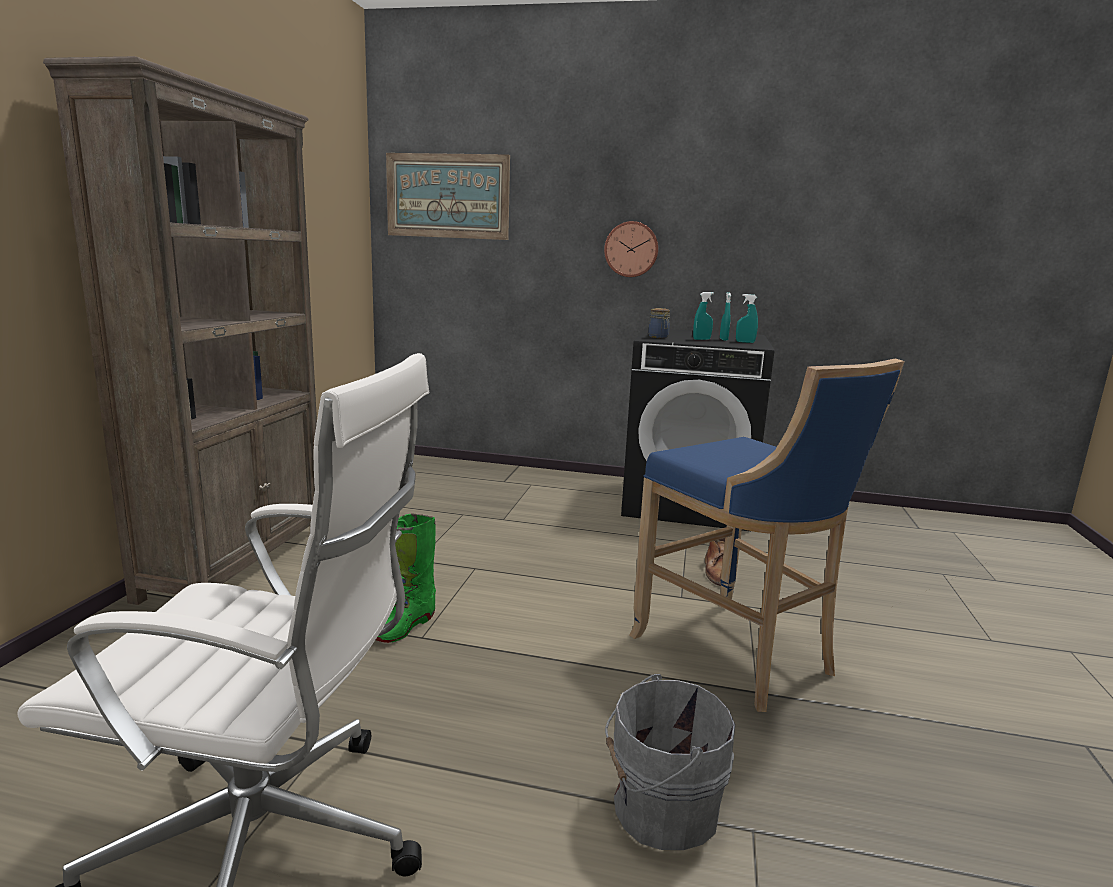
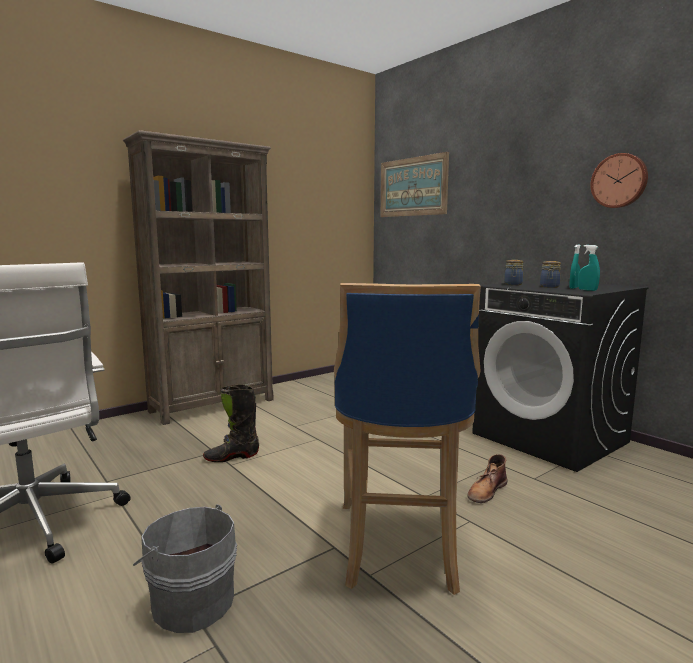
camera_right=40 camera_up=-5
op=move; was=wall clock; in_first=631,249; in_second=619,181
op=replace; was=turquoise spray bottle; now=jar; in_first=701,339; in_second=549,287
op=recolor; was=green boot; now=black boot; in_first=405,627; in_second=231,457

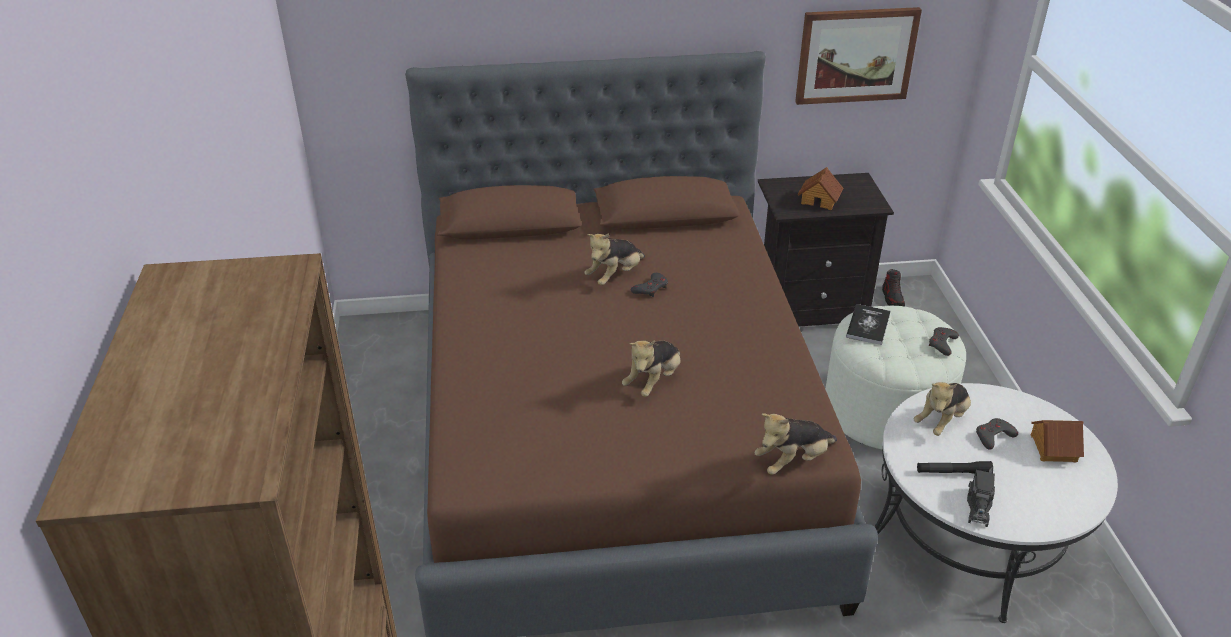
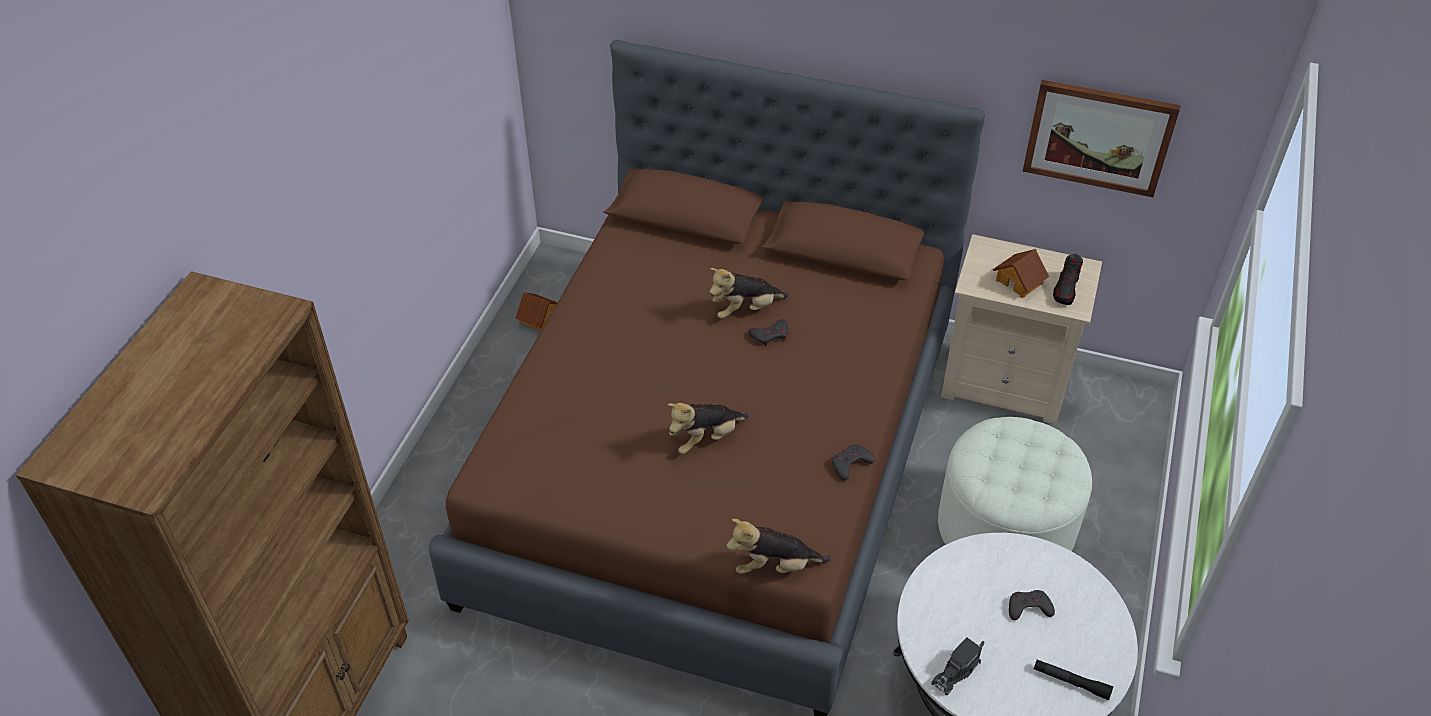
camera_right=25 camera_up=10
op=delete; was=book; in_first=868,325
op=delete; was=plush toy; in_first=941,420
op=move; was=shoe; in_first=892,298; in_second=1066,289
op=move; was=black flashlight; in_first=953,472; in_second=1071,682
op=move; was=grey game controller; in_first=942,343; in_second=850,464
op=move; was=toy house; in_first=1052,448; in_second=538,317
op=recolor; was=black nightstand; now=beige nightstand; in_first=809,308; in_second=1005,383

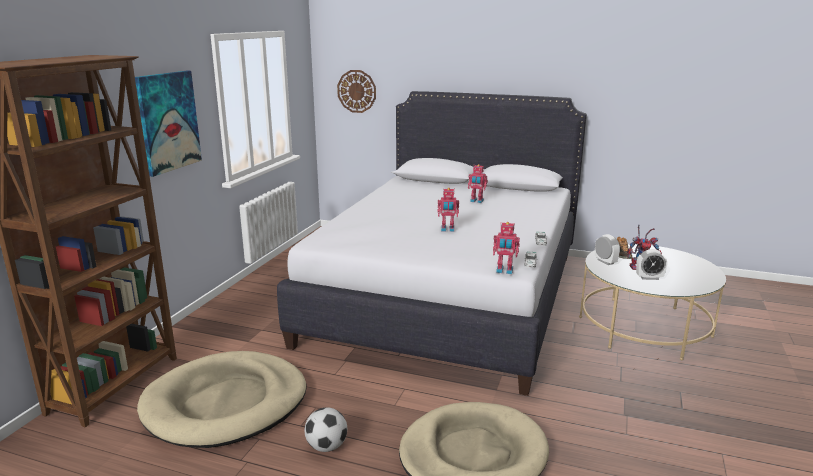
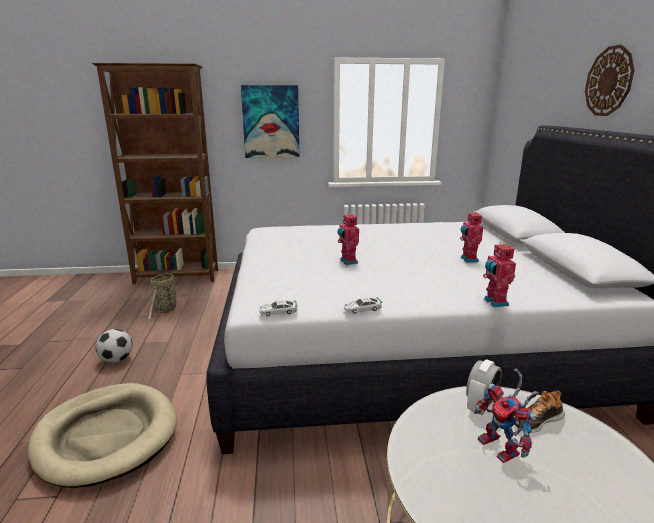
camera_right=65 camera_up=0
op=delete; was=alarm clock; in_first=649,278
op=move; was=wall clock; in_first=356,91; in_second=609,81
op=move; was=toy robot; in_first=504,271; in_second=494,302
op=replace; was=beige dog bed; now=basket; in_first=226,403; in_second=165,311

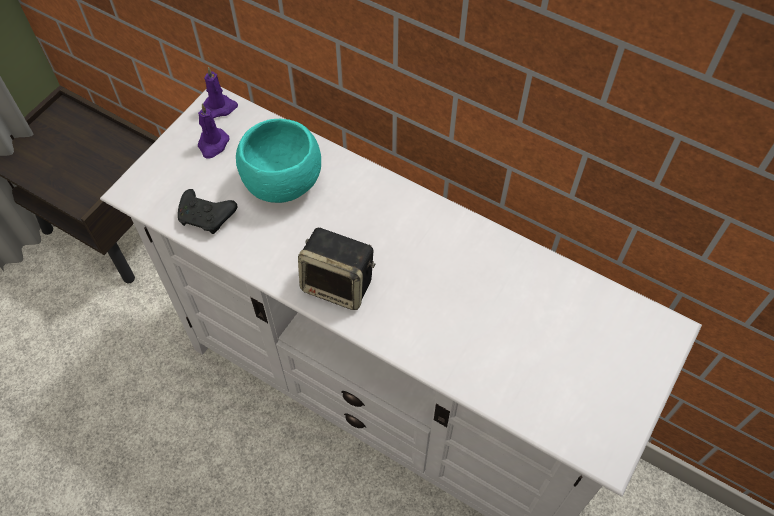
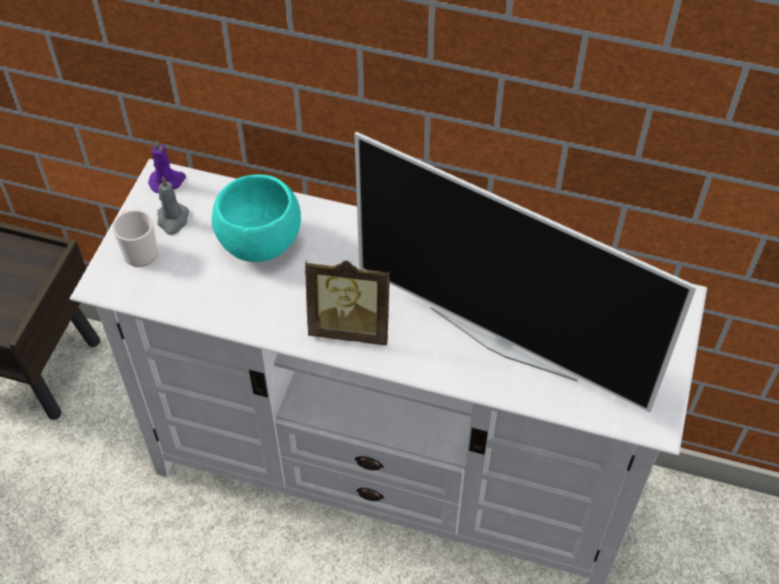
camera_right=-15 camera_up=-5
op=delete; was=black game controller; in_first=207,217
op=insert; now=mug; in_second=139,250
op=insert; now=television; in_second=503,341
op=replace; was=speaker; now=picture frame; in_first=339,284; in_second=350,327
op=recolor; was=purple candle; now=grey candle; in_first=213,144; in_second=173,220

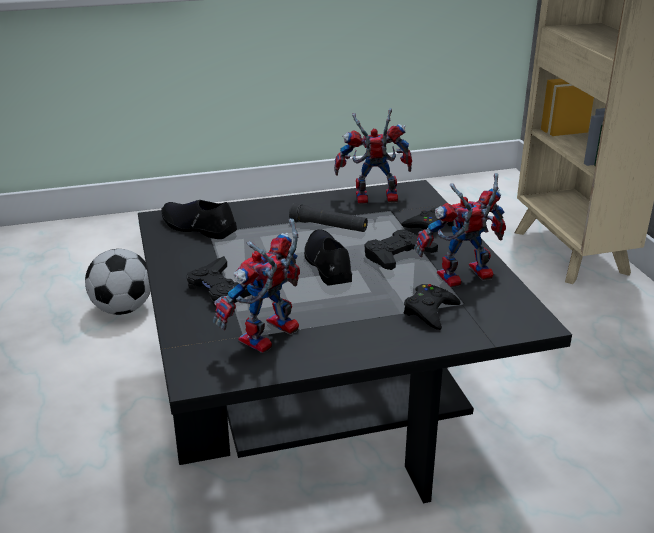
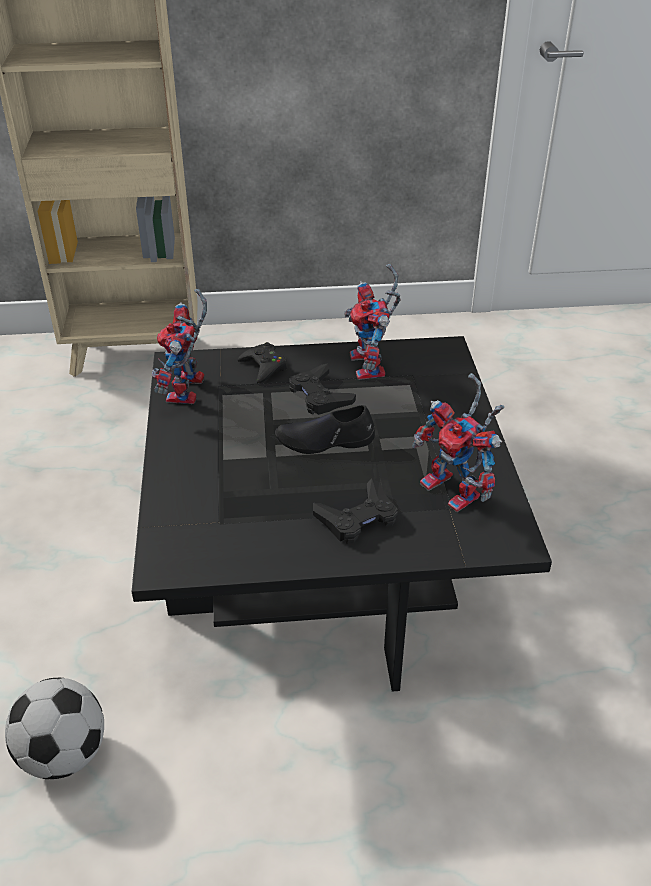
camera_right=-80 camera_up=10
op=delete; was=black shoe; in_first=198,227
op=delete; was=black flashlight; in_first=328,226
op=delete; was=black game controller; in_first=430,311

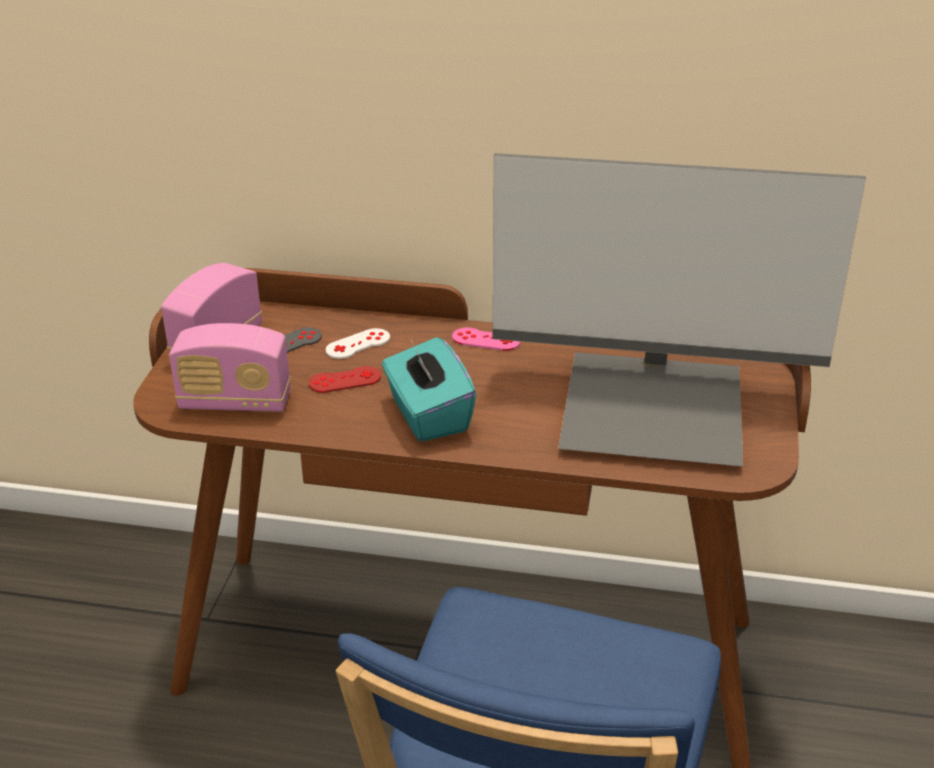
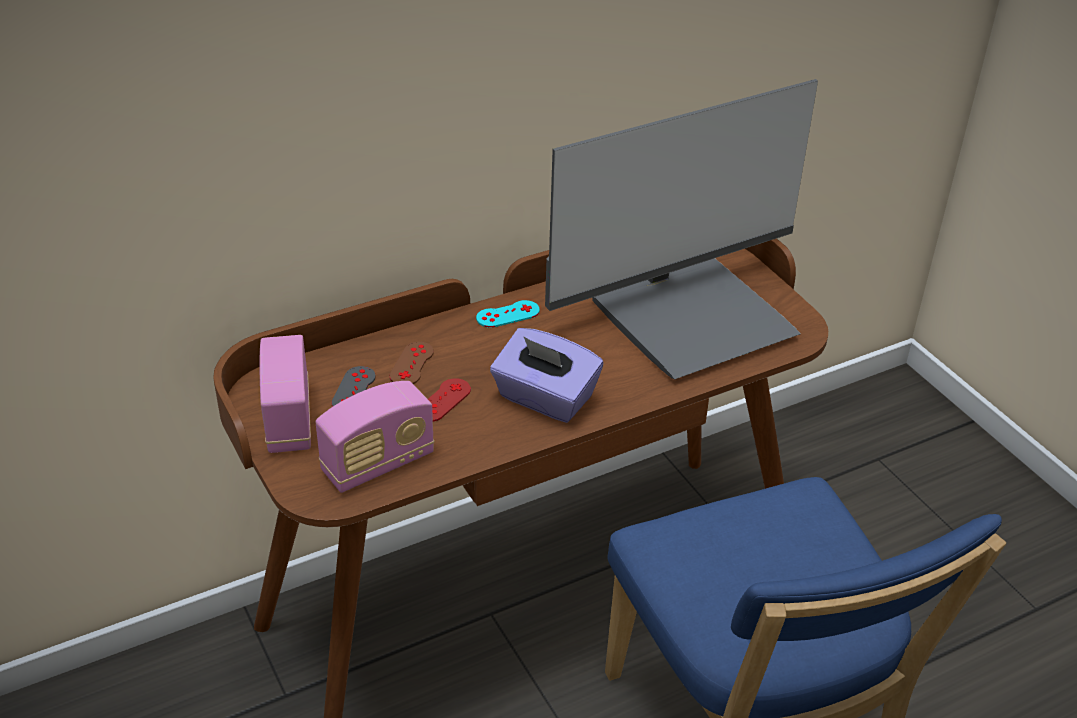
camera_right=-40 camera_up=5
op=recolor; was=white game controller; now=brown game controller; in_first=358,344; in_second=412,364
op=recolor; was=turquoise tissue box; now=purple tissue box; in_first=428,415; in_second=544,399
op=recolor; was=pink game controller; now=turquoise game controller; in_first=486,339; in_second=508,314

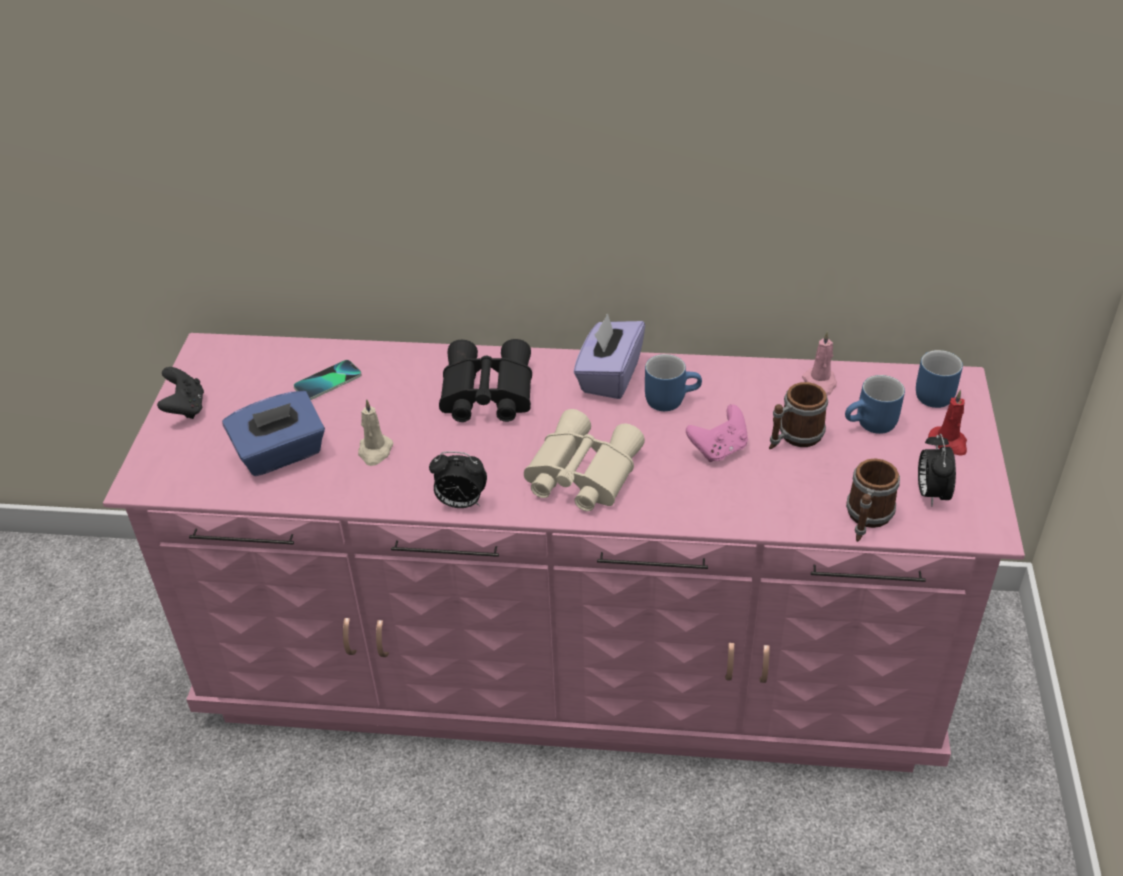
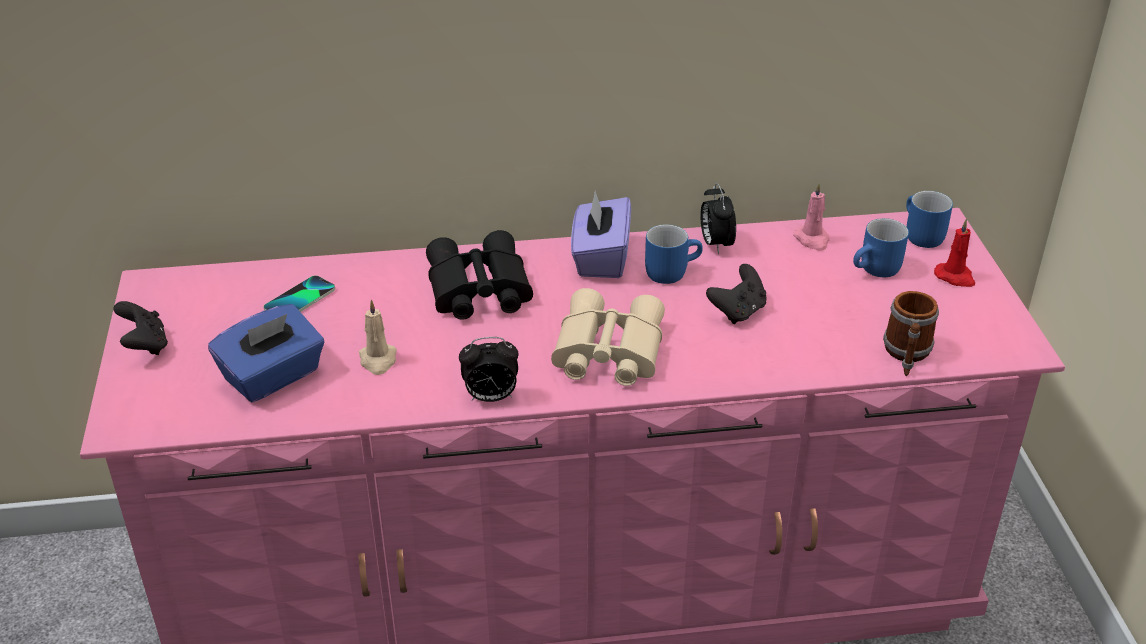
camera_right=-15 camera_up=-5
op=delete; was=mug; in_first=794,437
op=move; was=alarm clock; in_first=931,493; in_second=715,244
op=recolor; was=pink game controller; now=black game controller; in_first=719,449; in_second=738,311

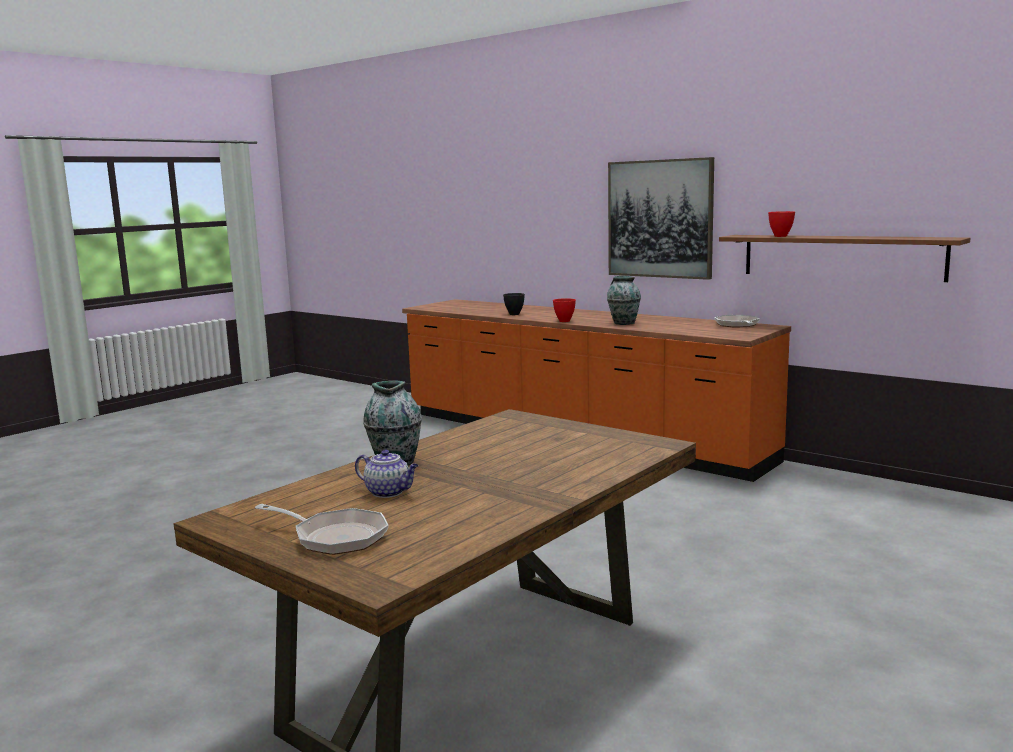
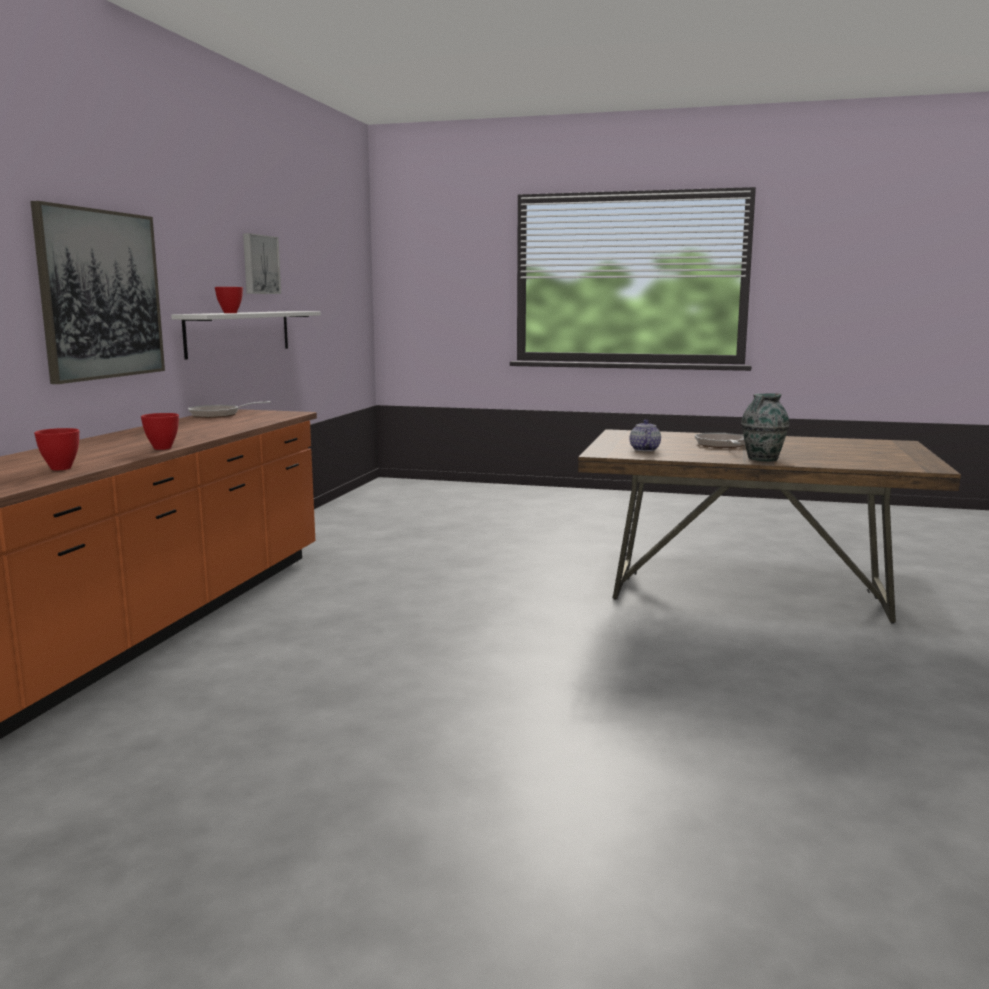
camera_right=-115 camera_up=0
op=delete; was=vase; in_first=623,323
op=insert; now=picture; in_second=259,264
op=move; was=frying pan; in_first=334,537; in_second=722,445
op=move; was=teapot; in_first=389,492; in_second=644,449
op=recolor; was=black bowl; now=red bowl; in_first=515,314; in_second=61,468
op=recolor; was=brown shelf; now=white shelf; in_first=841,257; in_second=239,333

